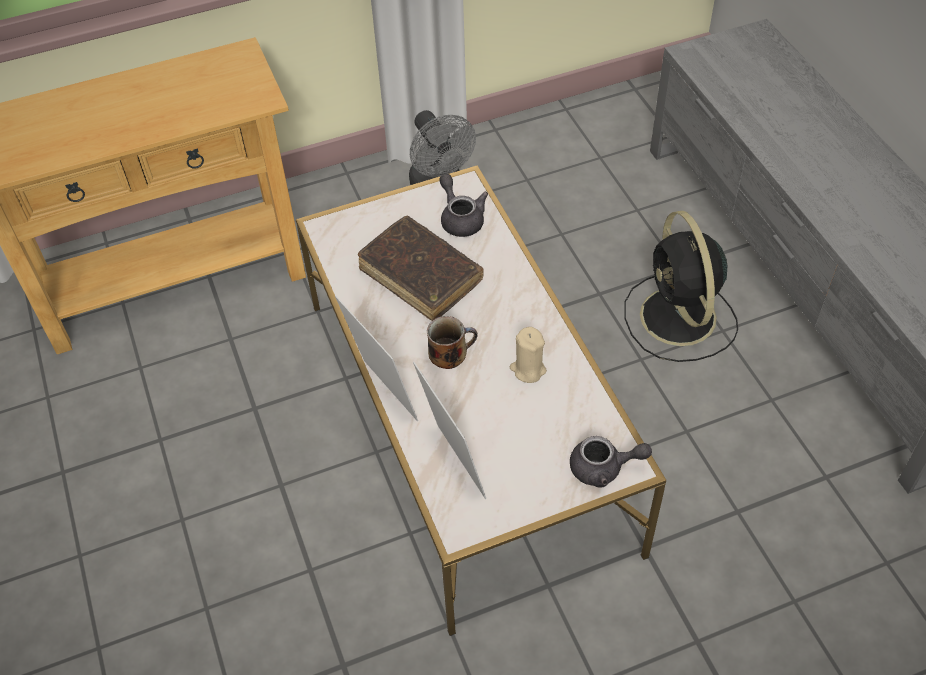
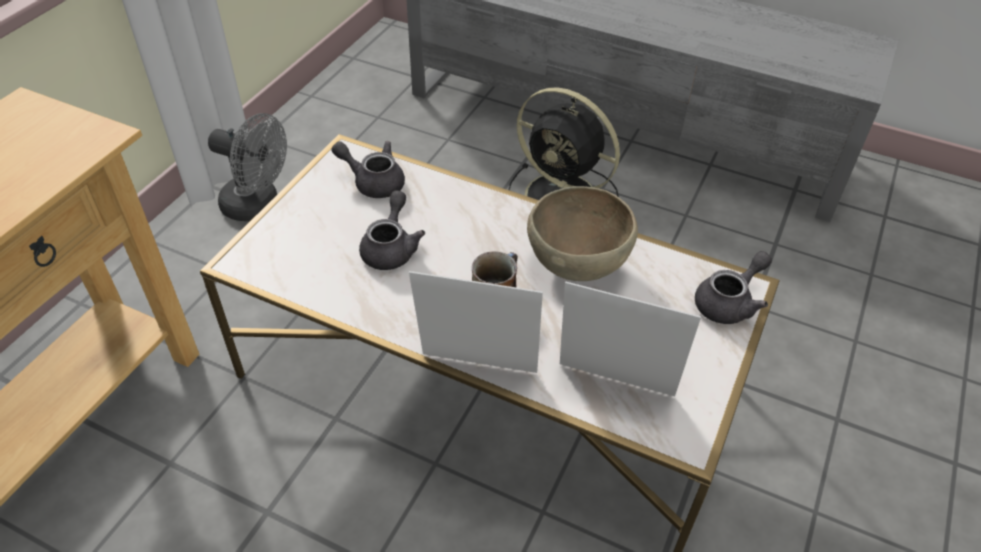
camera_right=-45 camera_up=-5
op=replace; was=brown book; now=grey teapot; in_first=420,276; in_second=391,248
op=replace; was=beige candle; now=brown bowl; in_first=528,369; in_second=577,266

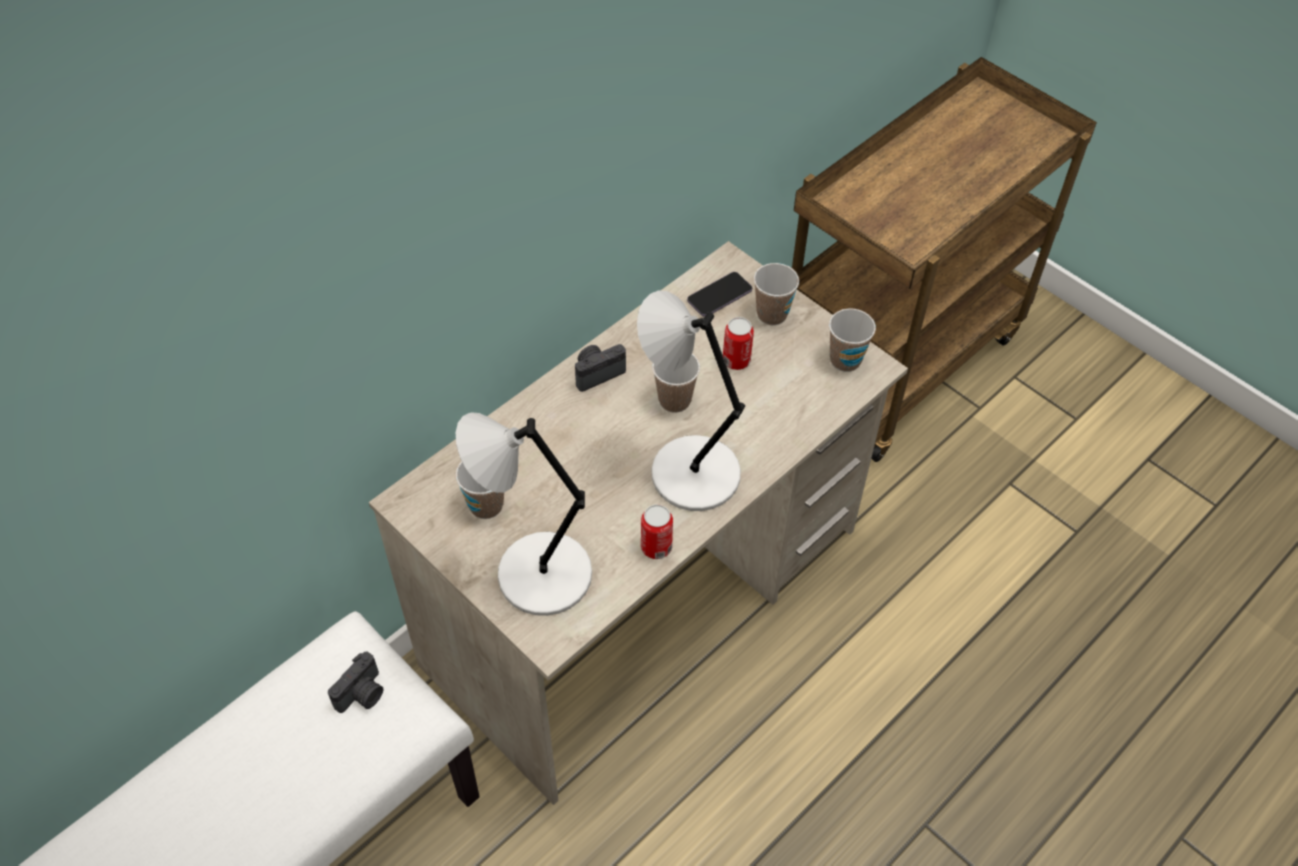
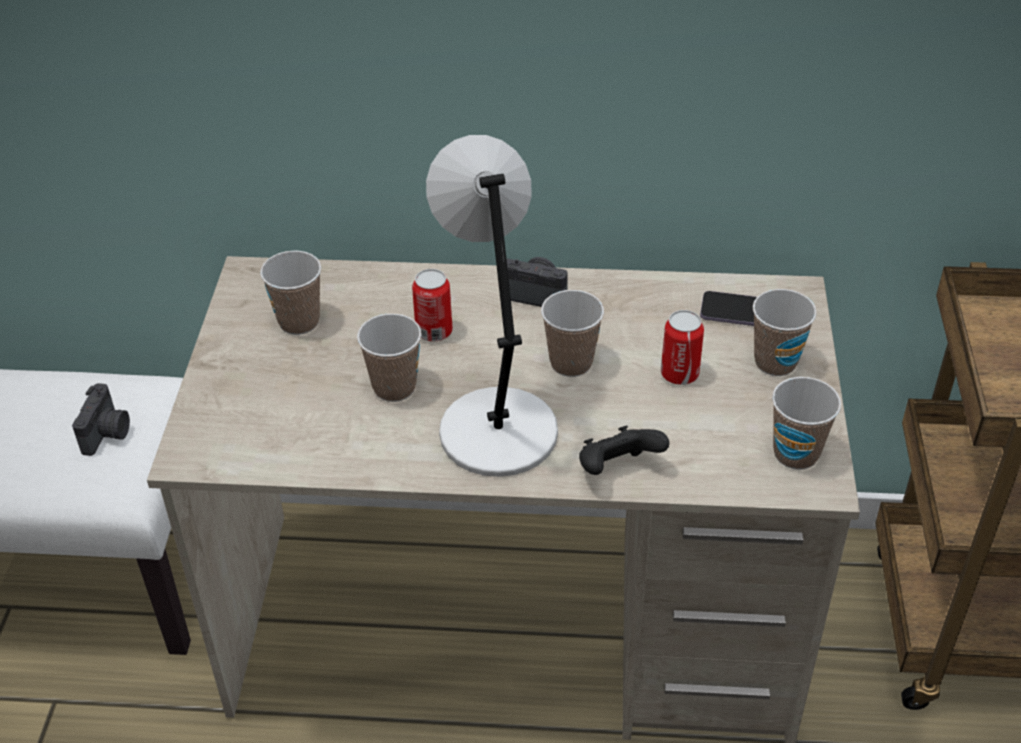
camera_right=50 camera_up=-10
op=delete; was=grey table lamp; in_first=538,575
op=insert; now=cup; in_second=394,387
op=insert; now=black game controller; in_second=617,469
op=move; was=can; in_first=656,547; in_second=434,331
op=rotate; was=photo camera; in_first=362,694; in_second=107,433; clockwise=-75

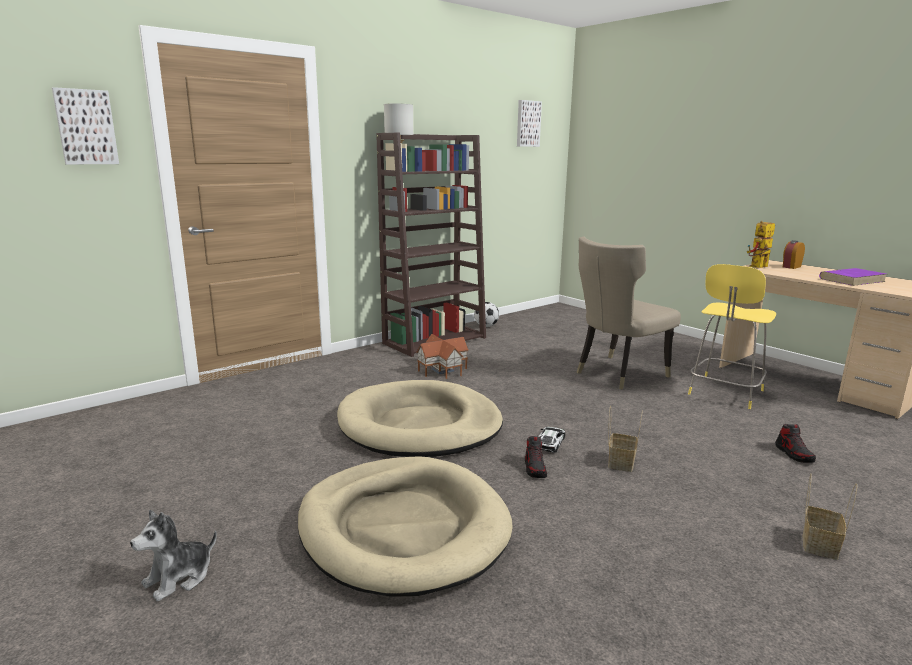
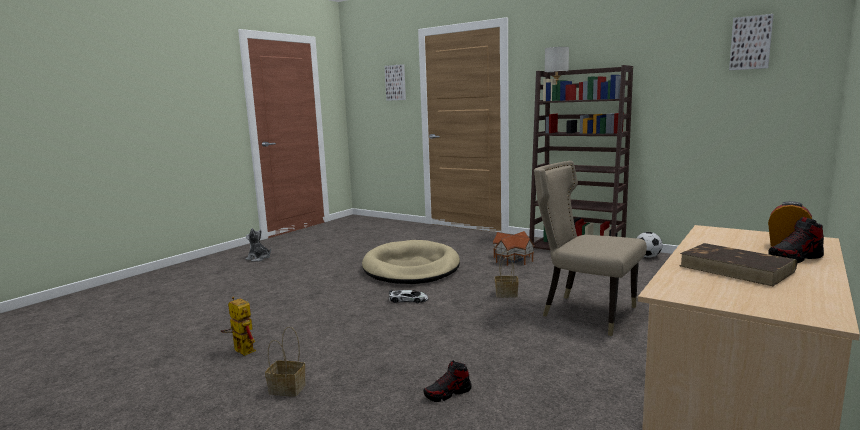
camera_right=75 camera_up=-5
op=delete; was=beige dog bed; in_first=403,528
op=delete; was=yellow stool; in_first=725,393
op=move; was=shoe; in_first=535,468; in_second=795,258
op=move; was=basket; in_first=620,462; in_second=507,294
op=move; was=toy robot; in_first=758,267; in_second=240,350
op=recolor; was=purple book; now=brown book; in_first=852,280; in_second=737,268

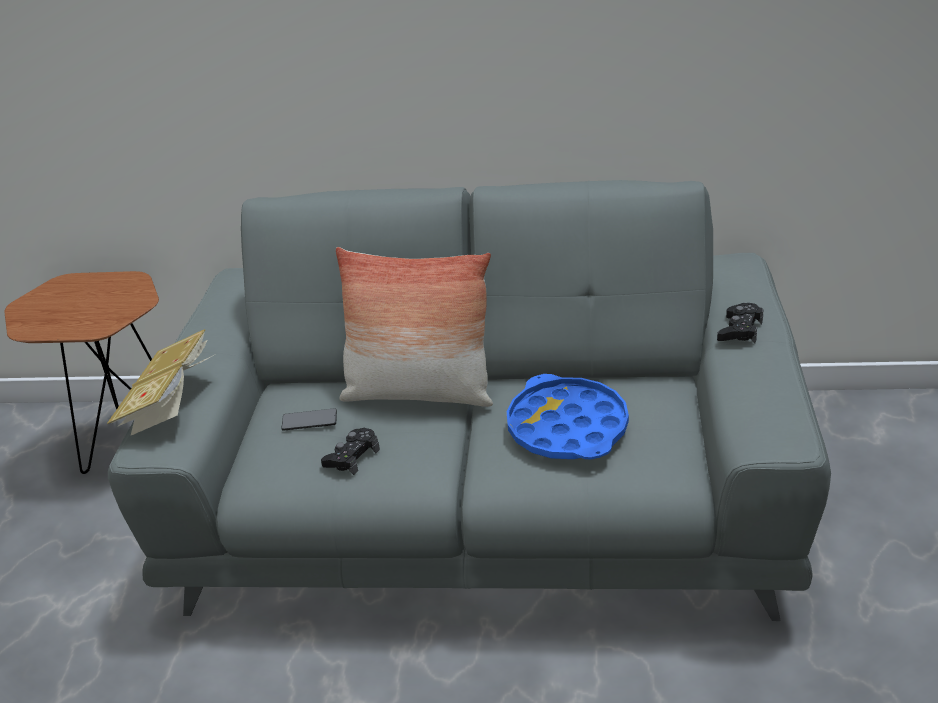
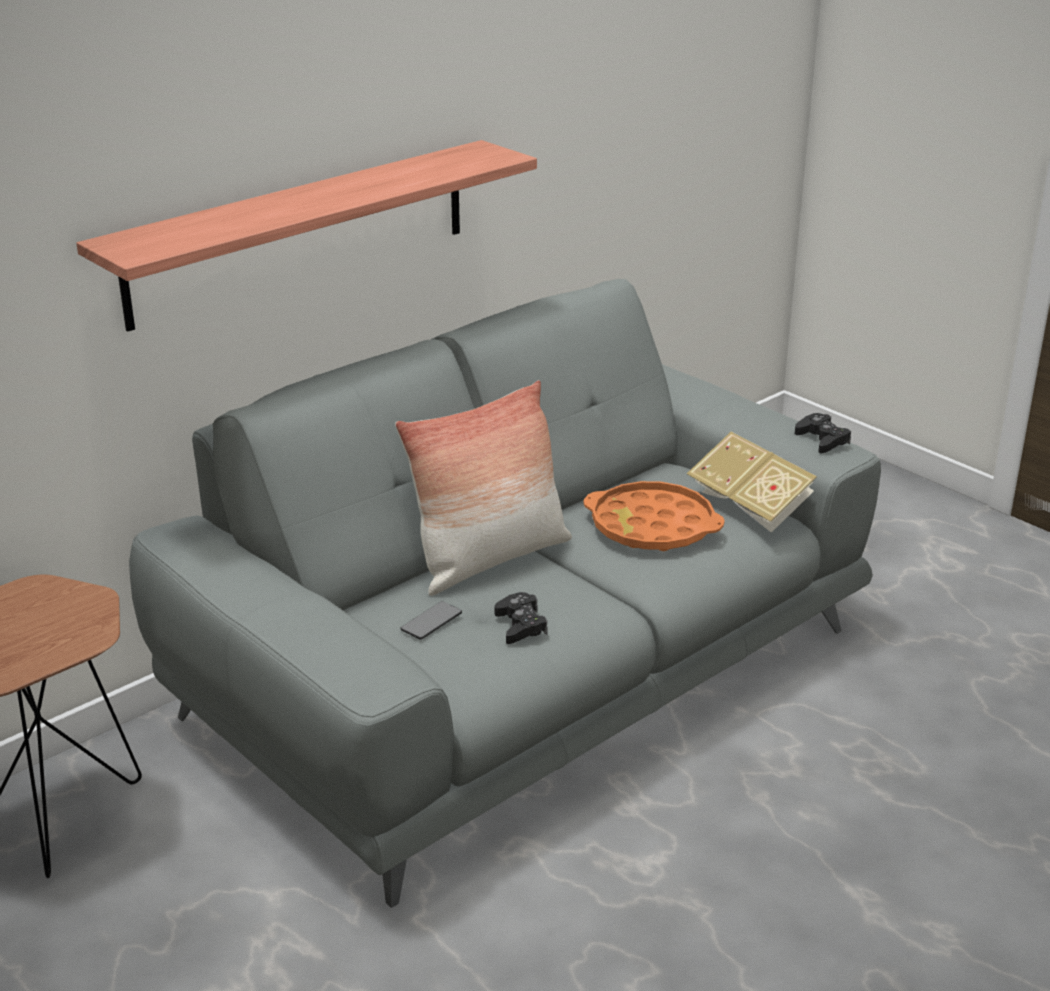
camera_right=-50 camera_up=-5
op=insert; now=shelf; in_second=301,232
op=move; was=book; in_first=171,404; in_second=750,505
op=move; was=black game controller; in_first=740,330; in_second=822,440
op=recolor; was=blue tray; now=orange tray; in_first=567,428; in_second=652,527

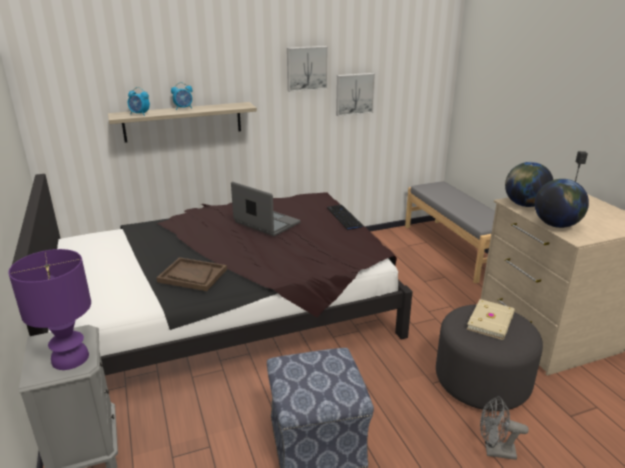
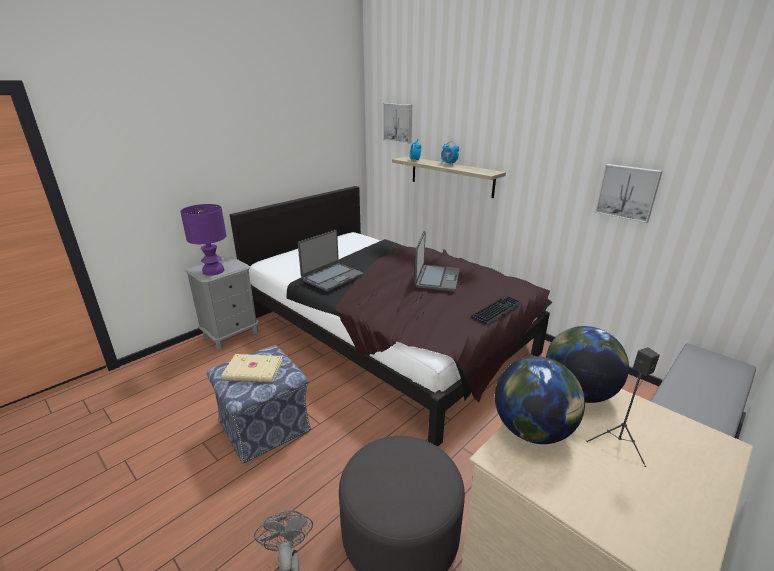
camera_right=65 camera_up=0
op=move; was=picture; in_first=306,68; in_second=398,123
op=move; was=beige book; in_first=491,321; in_second=253,371
op=replace; was=brown tray; now=laptop; in_first=192,276; in_second=332,277

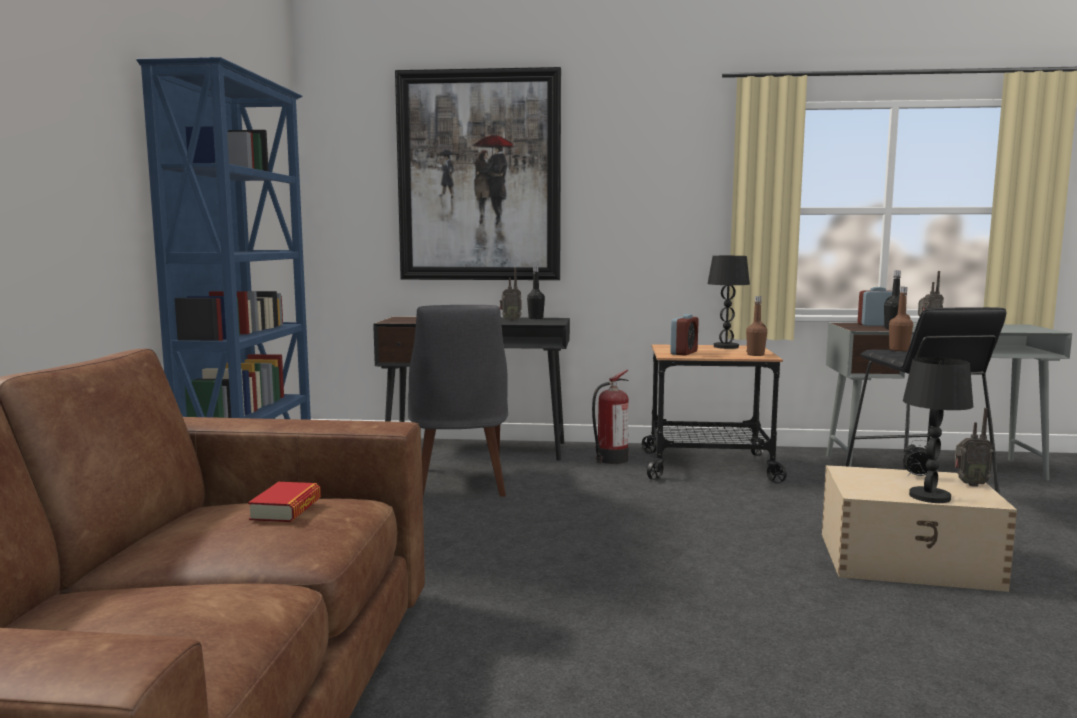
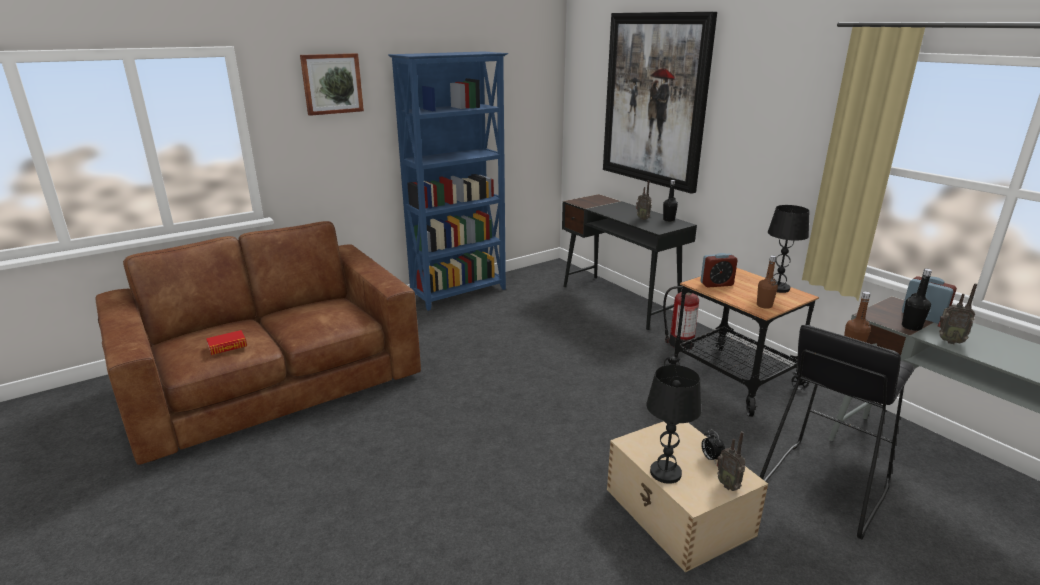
camera_right=50 camera_up=15
op=delete; was=grey chair; in_first=459,483
op=insert; now=picture; in_second=332,83
op=move; was=book; in_first=286,509; in_second=227,346

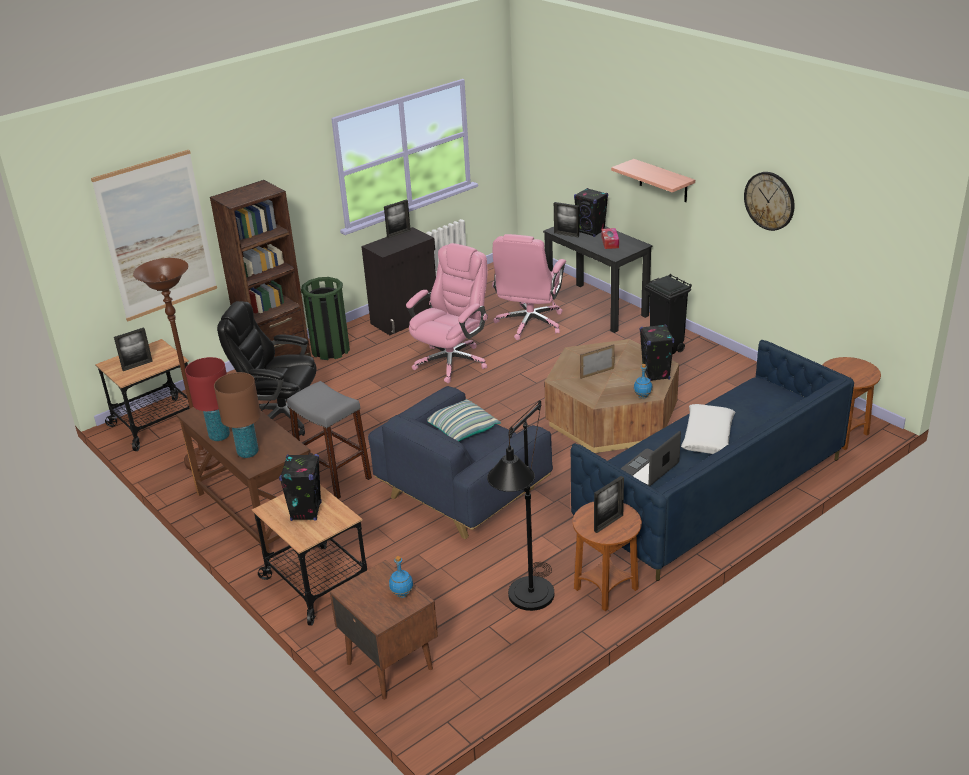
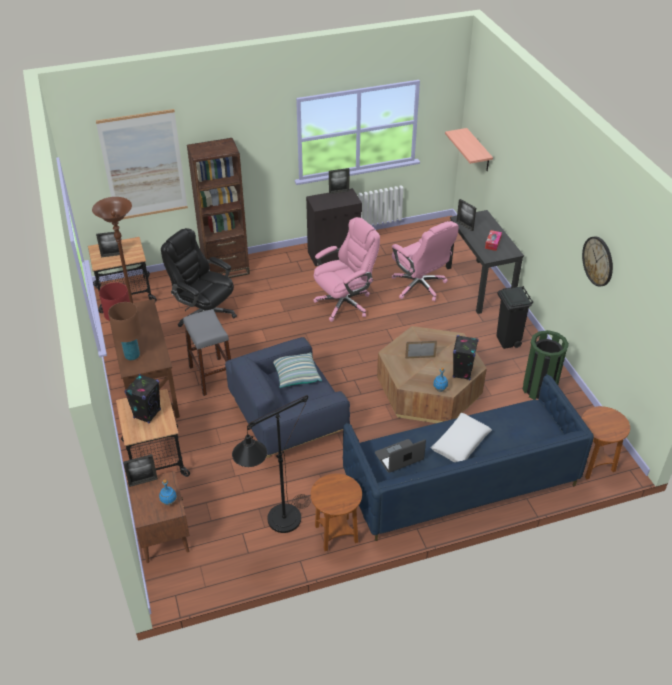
camera_right=20 camera_up=10
op=delete; was=black speaker; in_first=591,231
op=move; was=green trash can; in_first=330,350; in_second=539,389
op=move; was=picture frame; in_first=608,523; in_second=143,482
op=move; was=shelf; in_first=663,181; in_second=478,150
op=rotate; was=pink office chair; in_first=529,324; in_second=420,286; clockwise=-75

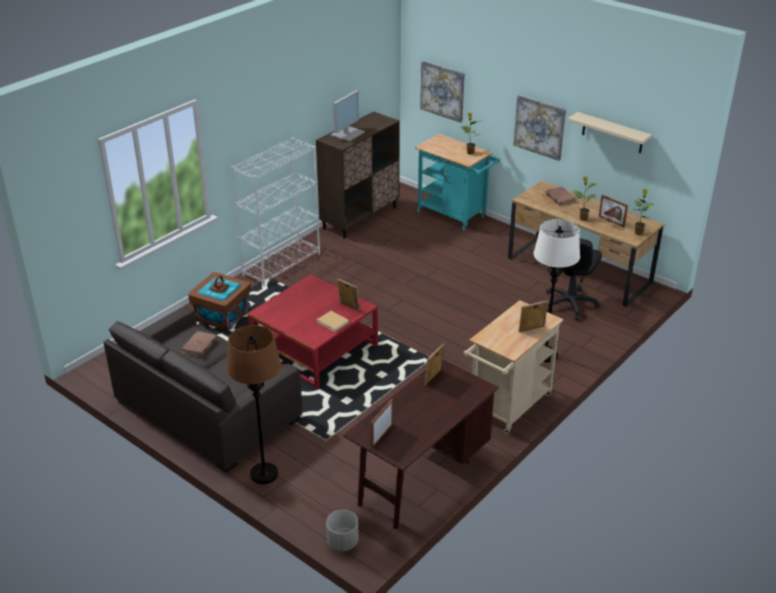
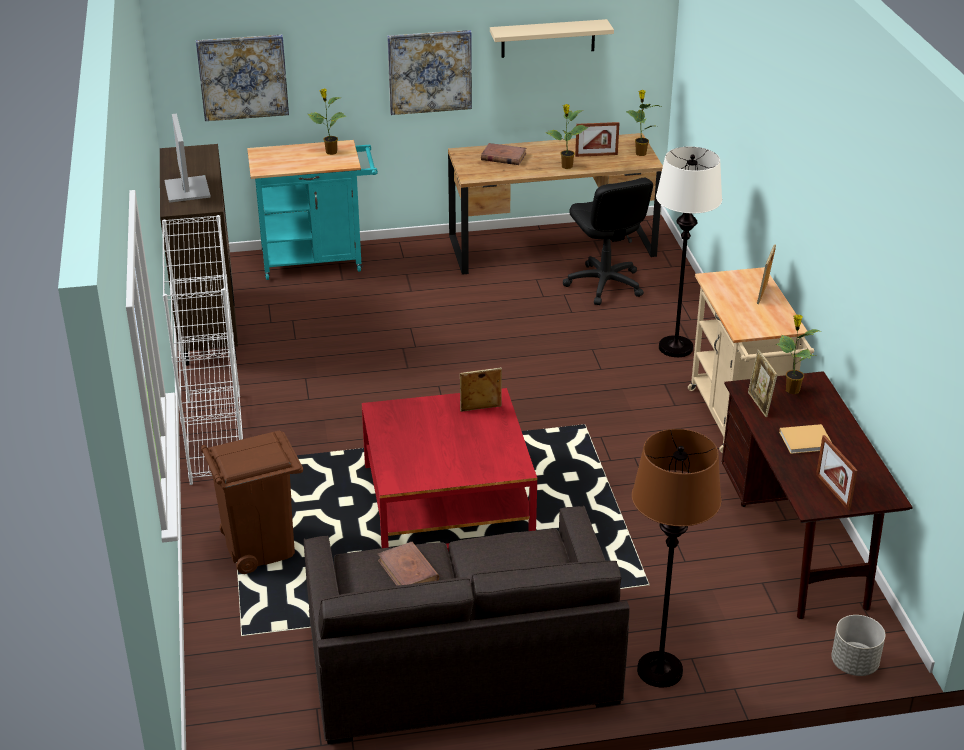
camera_right=-50 camera_up=0
op=insert; now=potted plant; in_second=791,389
op=move; was=beige book; in_first=333,322; in_second=807,440
op=replace; was=brown storage box; now=brown trash can; in_first=222,315; in_second=260,547

